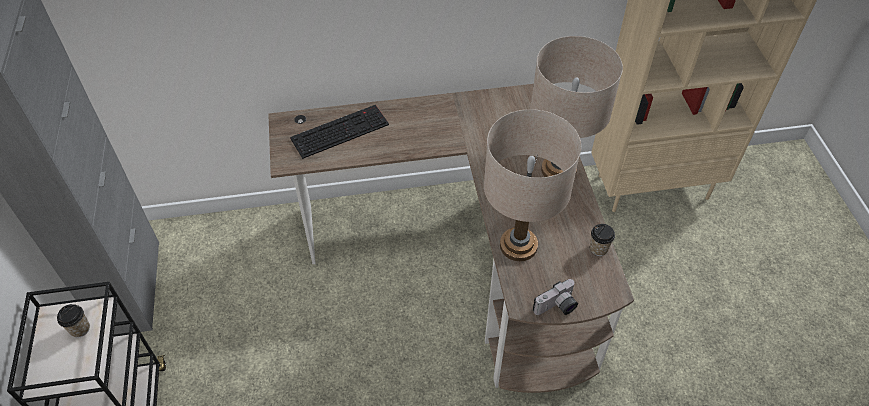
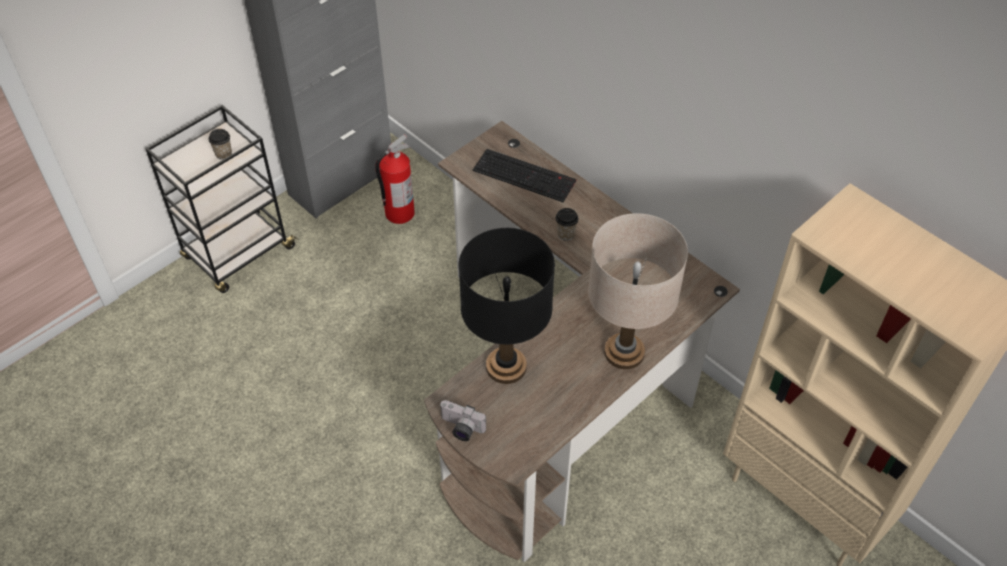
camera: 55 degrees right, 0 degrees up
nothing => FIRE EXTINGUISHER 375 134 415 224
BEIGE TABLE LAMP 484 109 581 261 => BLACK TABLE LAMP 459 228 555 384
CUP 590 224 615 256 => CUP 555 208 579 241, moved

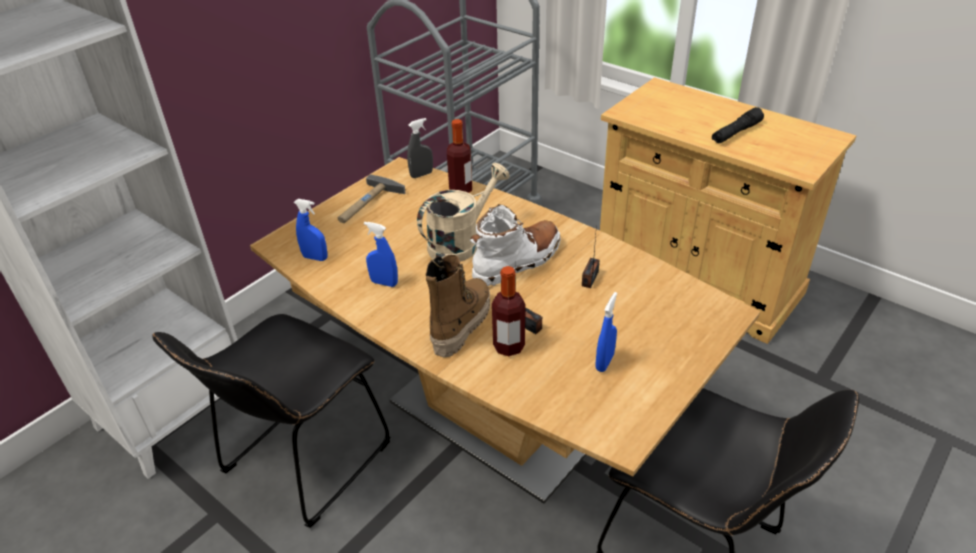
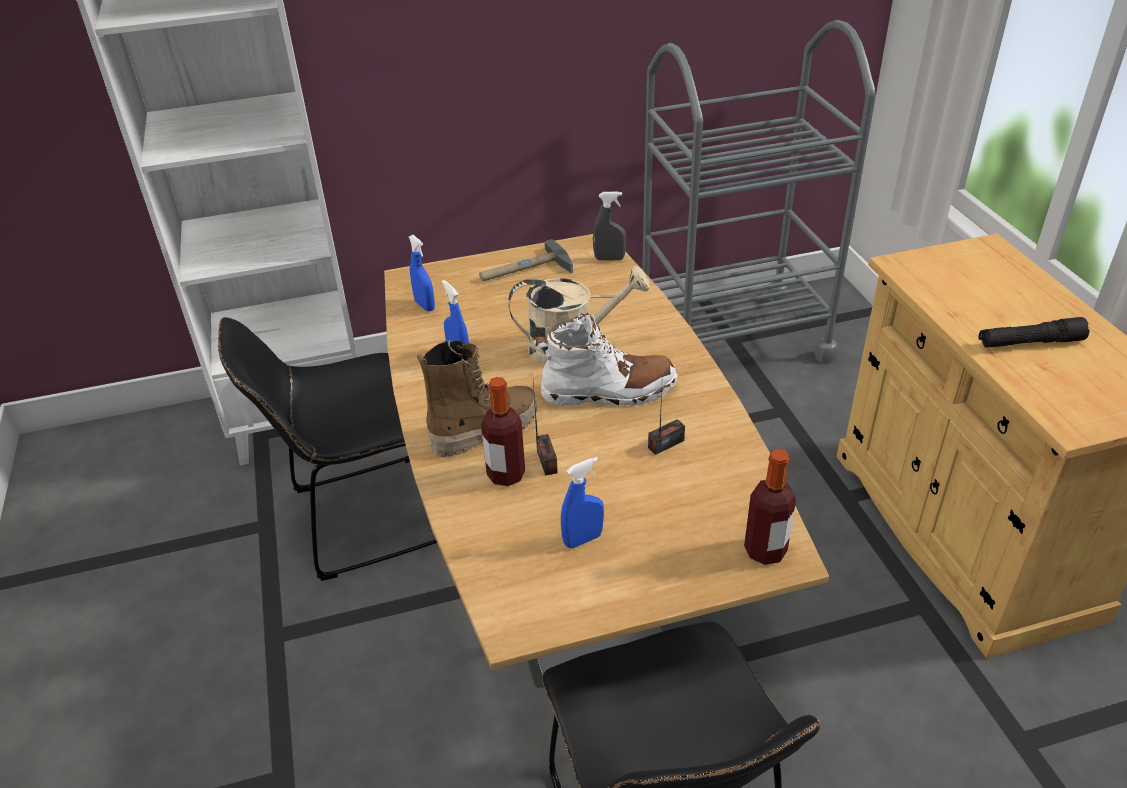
camera: 35 degrees right, 0 degrees up
BOTTLE 447 119 472 193 => BOTTLE 744 449 796 565, moved

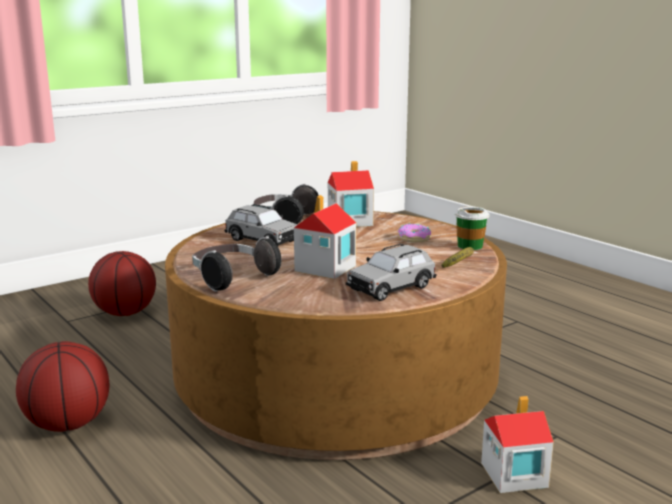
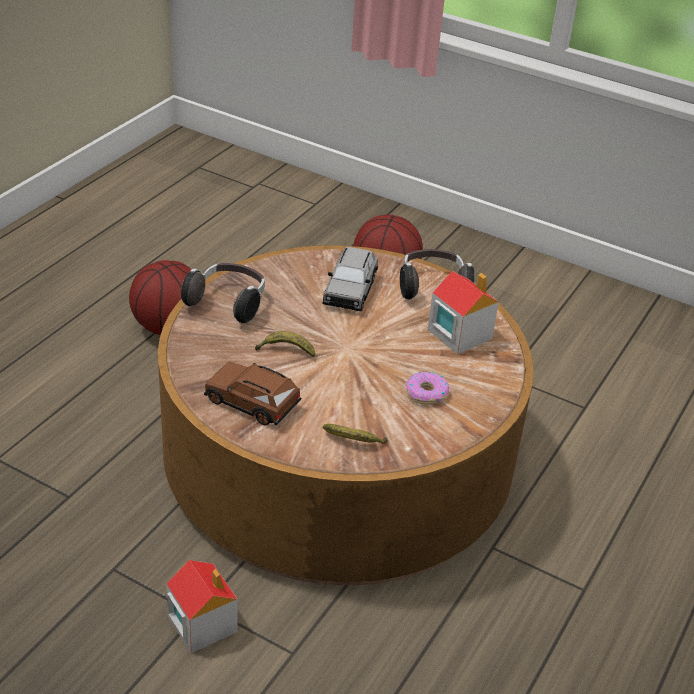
camera: 65 degrees right, 20 degrees up
GREY TOY CAR 346 244 437 301 => BROWN TOY CAR 204 361 301 426
TOY HOUSE 294 195 356 279 => BANANA 255 331 315 357
CUP 455 207 490 250 => nothing

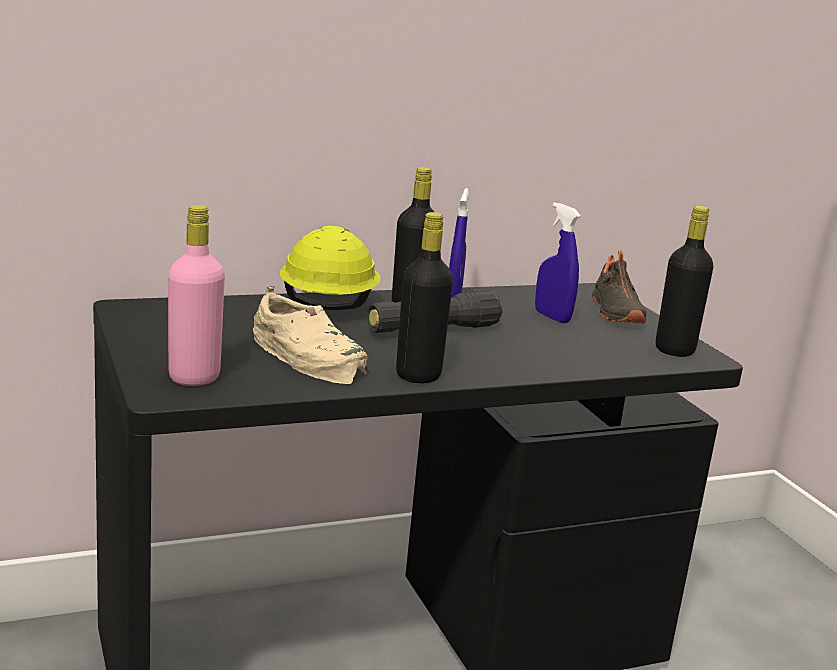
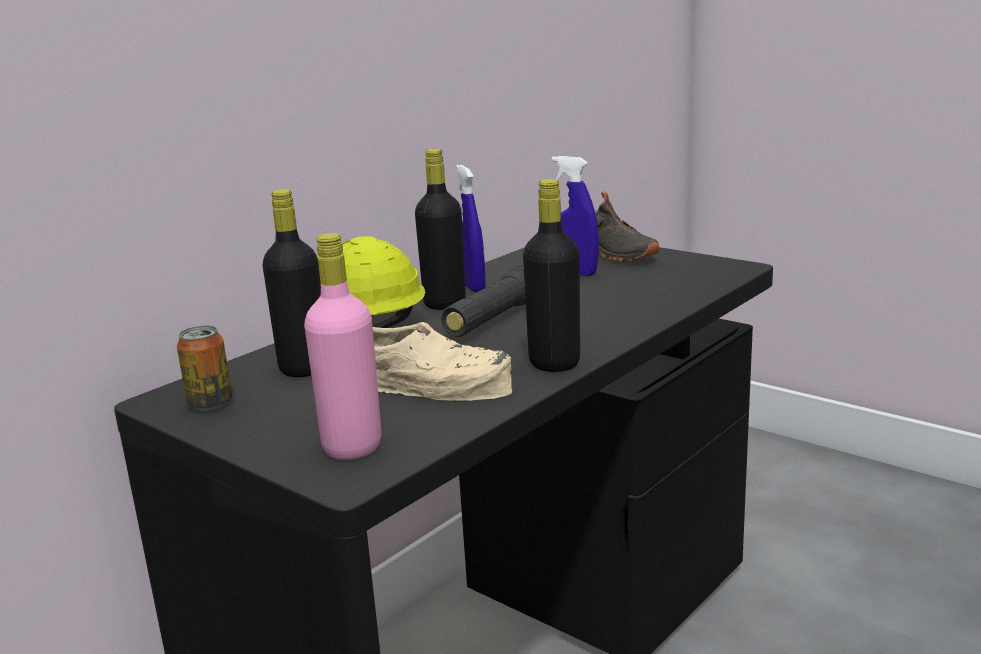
camera: 25 degrees left, 0 degrees up
nothing => CAN 177 325 232 411
BLACK BOTTLE 656 206 713 357 => BLACK BOTTLE 262 189 321 377, moved

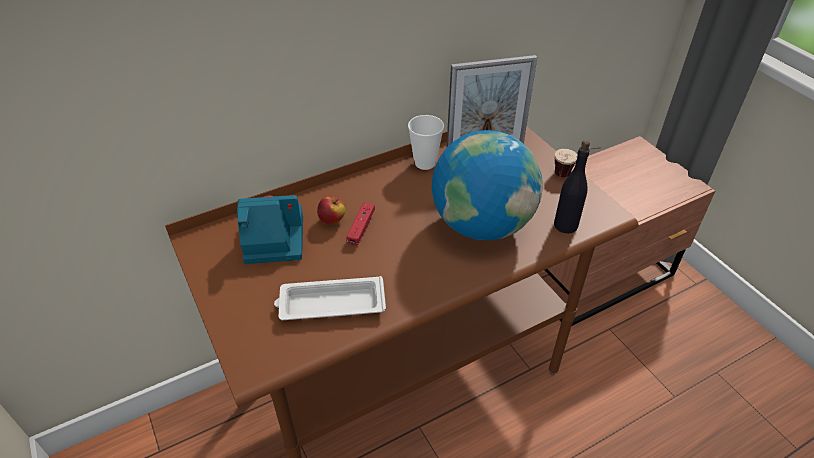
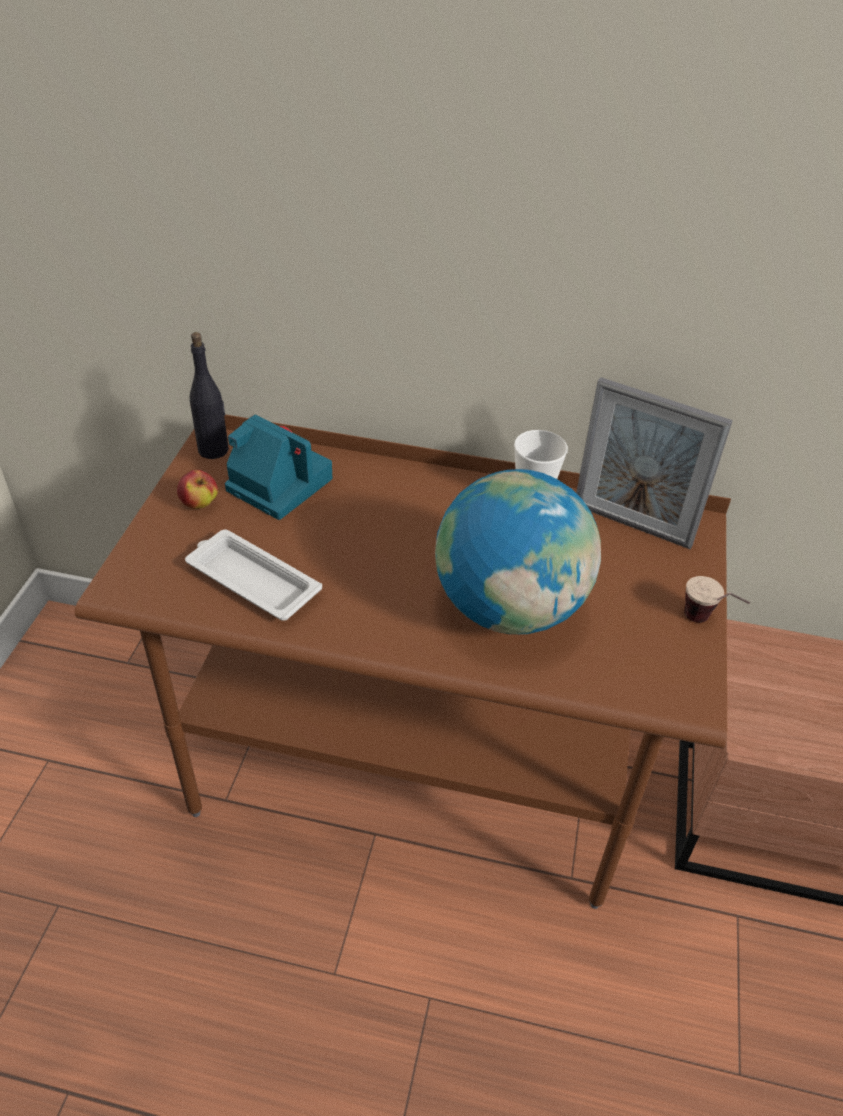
camera: 40 degrees right, 0 degrees up
APPLE 317 196 345 225 => APPLE 177 470 218 509, moved
BLACK BOTTLE 554 140 590 234 => BLACK BOTTLE 190 332 229 459, moved
RED GAME CONTROLLER 346 203 375 246 => nothing

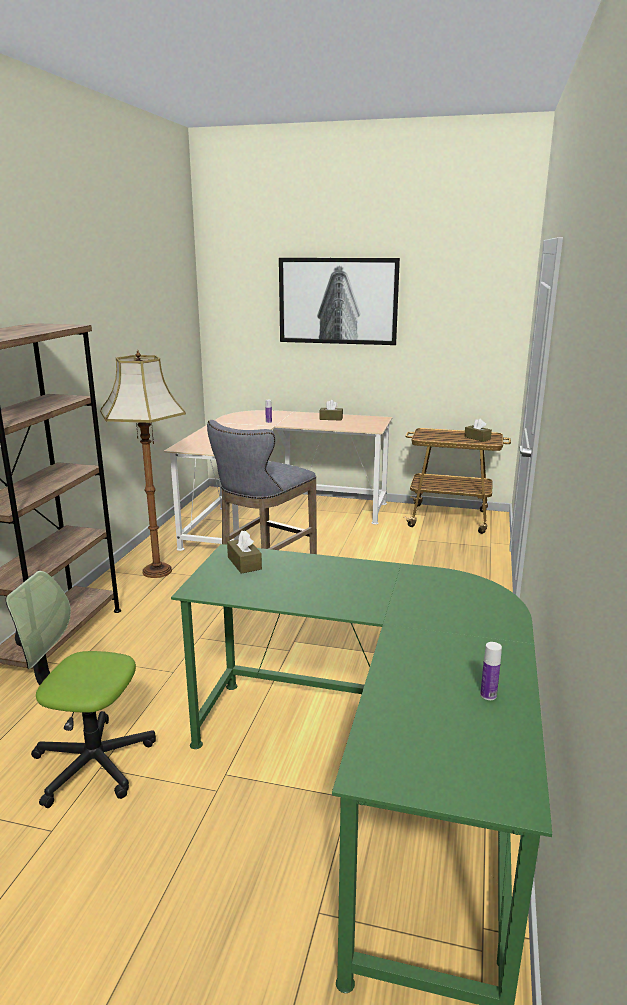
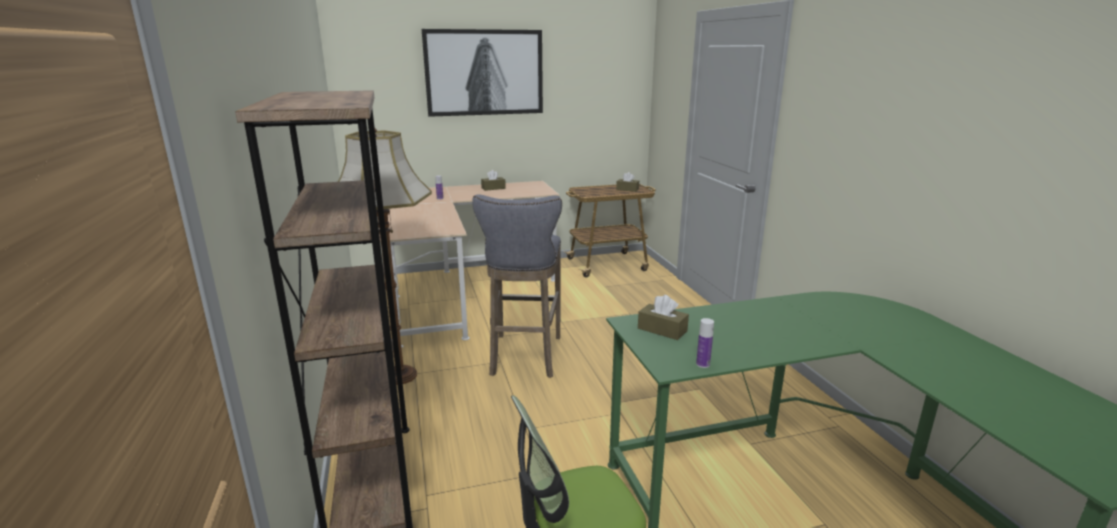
camera: 30 degrees left, 0 degrees up
BOTTLE 480 642 502 700 => BOTTLE 696 318 714 368, moved

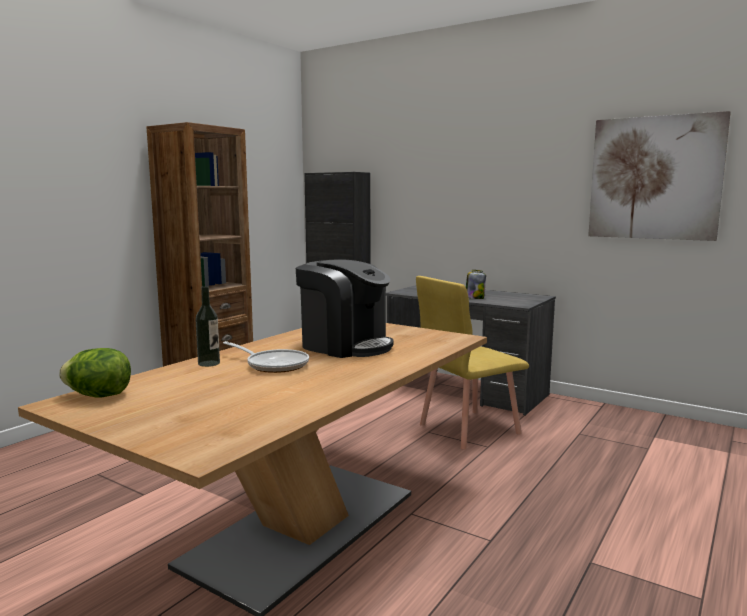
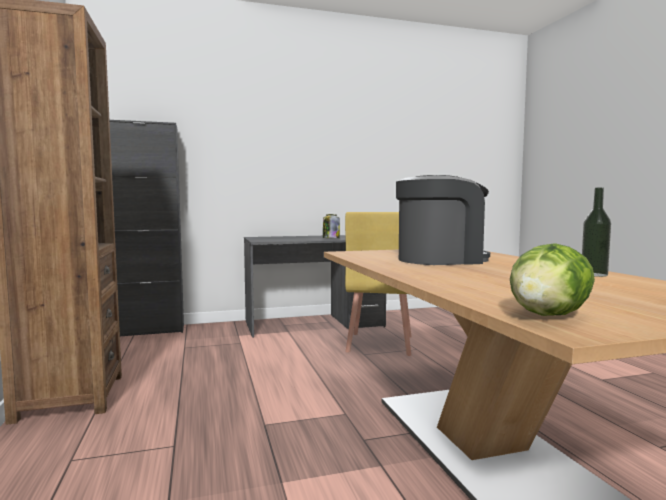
camera: 50 degrees left, 5 degrees down
BOTTLE 195 286 220 367 => BOTTLE 582 187 611 277, moved
FRYING PAN 223 341 309 373 => nothing
PICTURE 588 111 731 241 => nothing

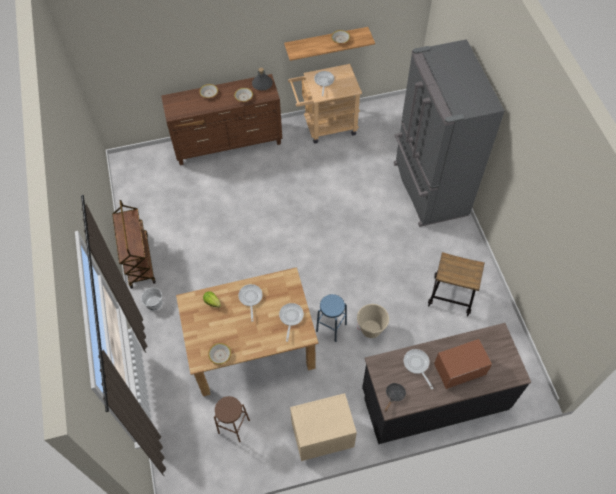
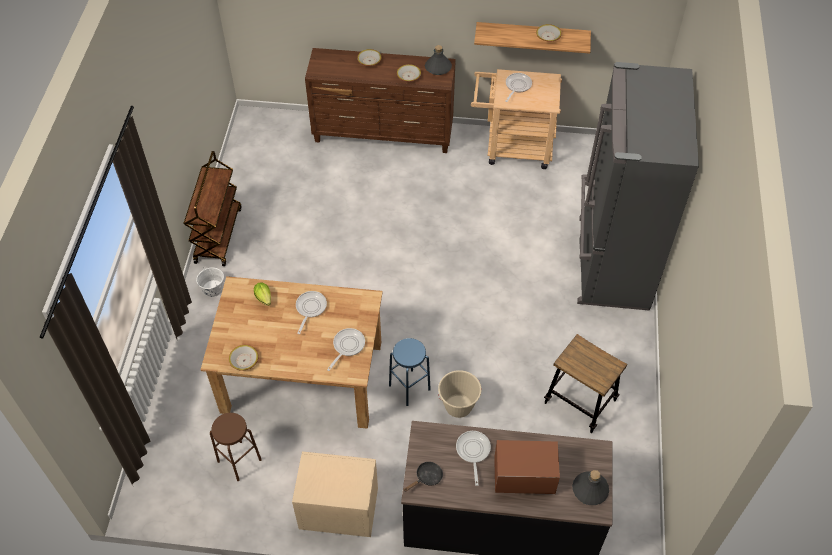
camera: 20 degrees right, 5 degrees down
nothing => GREY BOTTLE 572 470 609 505

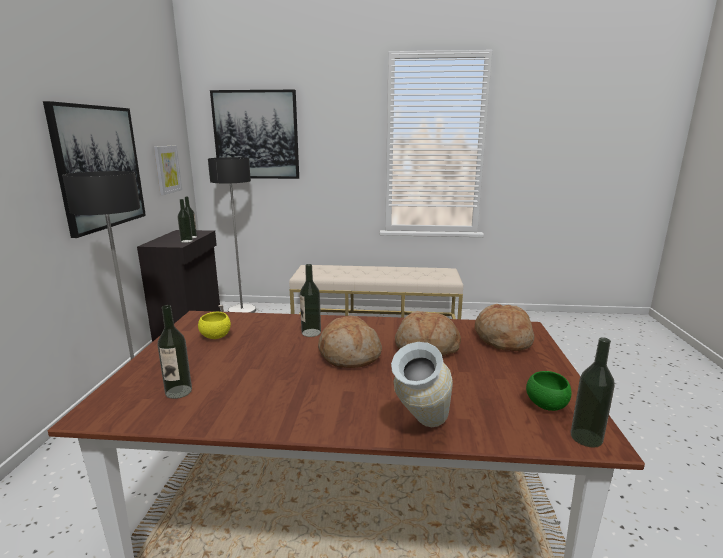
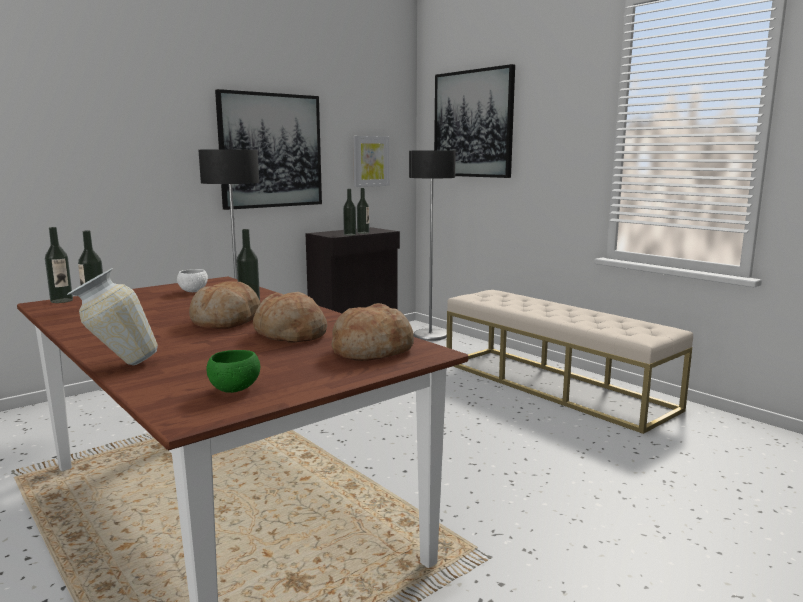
camera: 45 degrees right, 5 degrees down
BOTTLE 571 337 615 448 => BOTTLE 45 227 73 303, moved
YELLOW BOWL 198 312 231 339 => WHITE BOWL 177 269 208 292

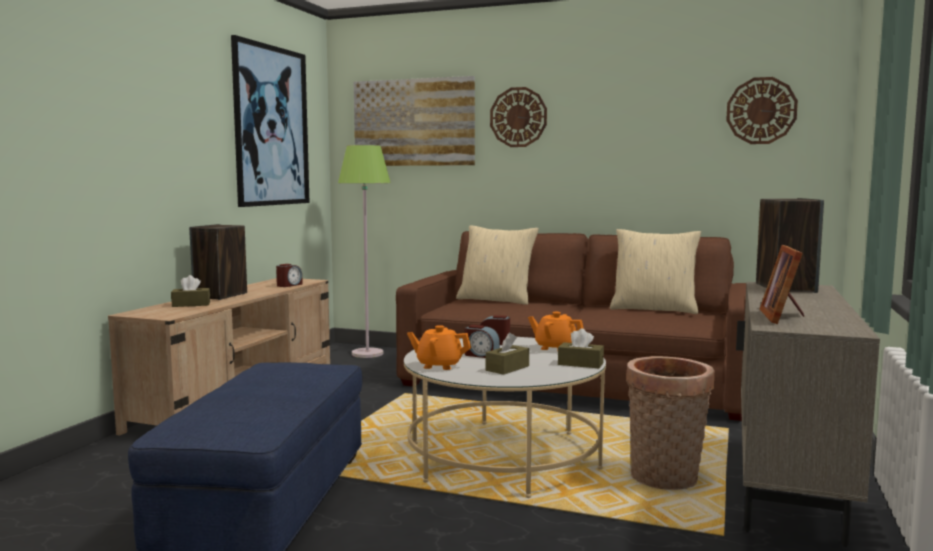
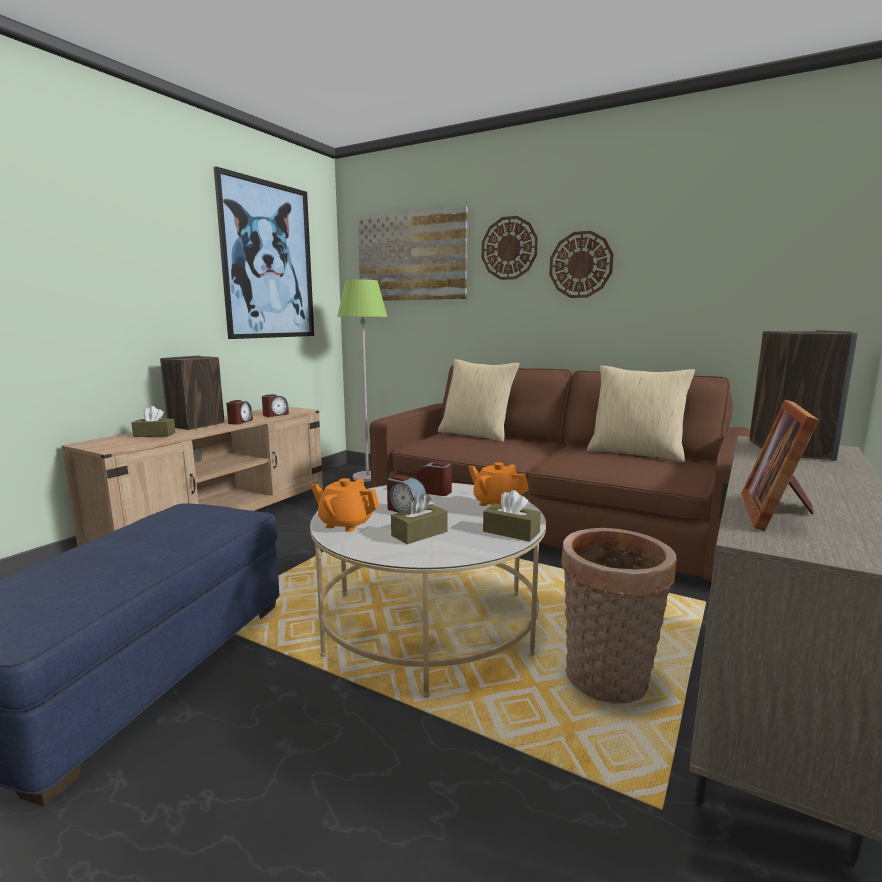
camera: 10 degrees right, 5 degrees up
nothing => ALARM CLOCK 226 400 253 425
WALL CLOCK 726 77 798 144 => WALL CLOCK 549 231 614 298, moved

